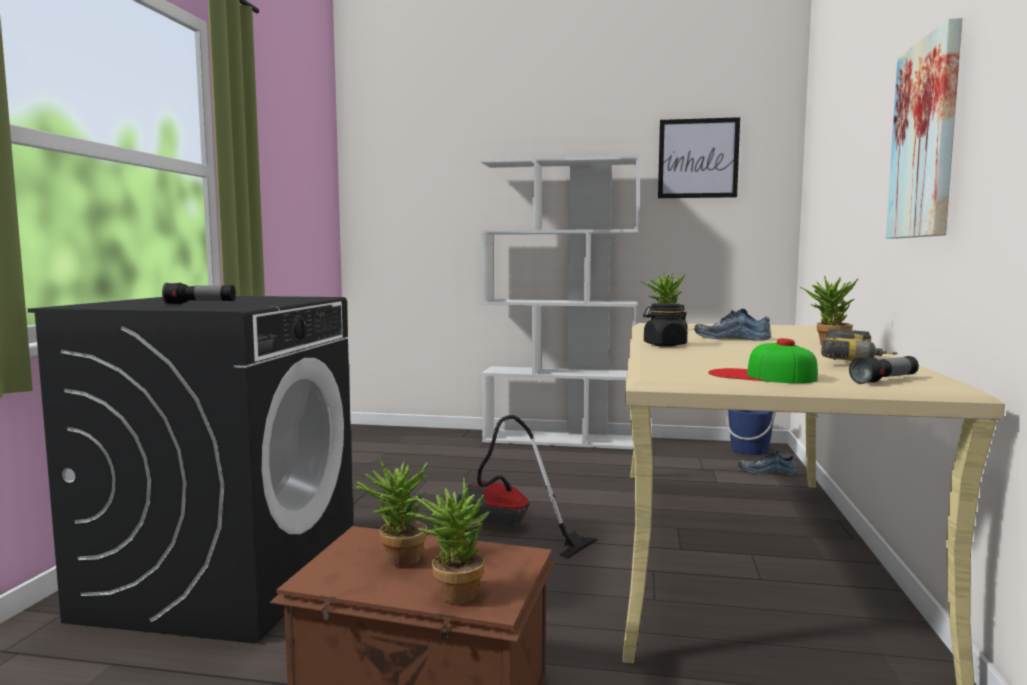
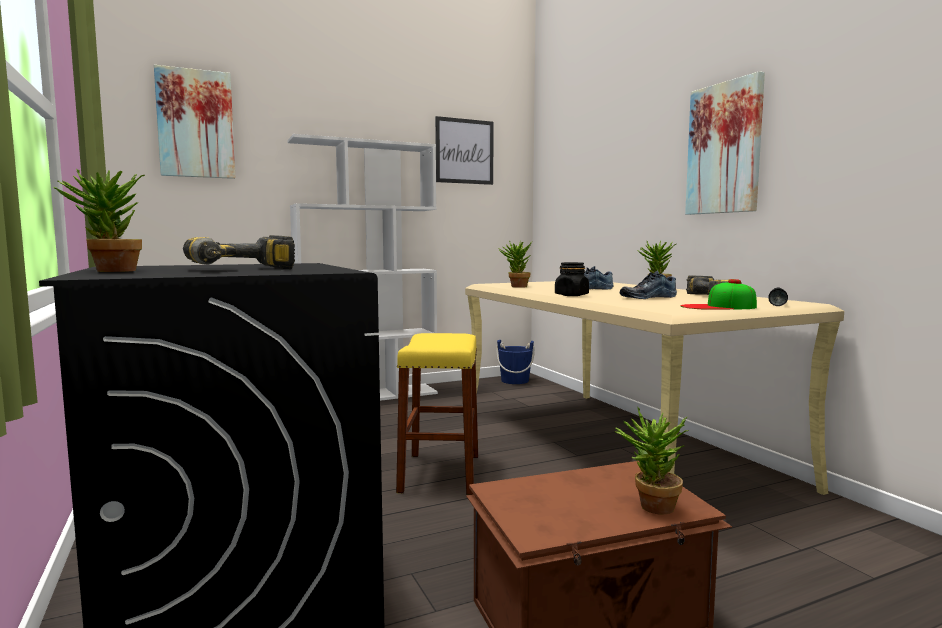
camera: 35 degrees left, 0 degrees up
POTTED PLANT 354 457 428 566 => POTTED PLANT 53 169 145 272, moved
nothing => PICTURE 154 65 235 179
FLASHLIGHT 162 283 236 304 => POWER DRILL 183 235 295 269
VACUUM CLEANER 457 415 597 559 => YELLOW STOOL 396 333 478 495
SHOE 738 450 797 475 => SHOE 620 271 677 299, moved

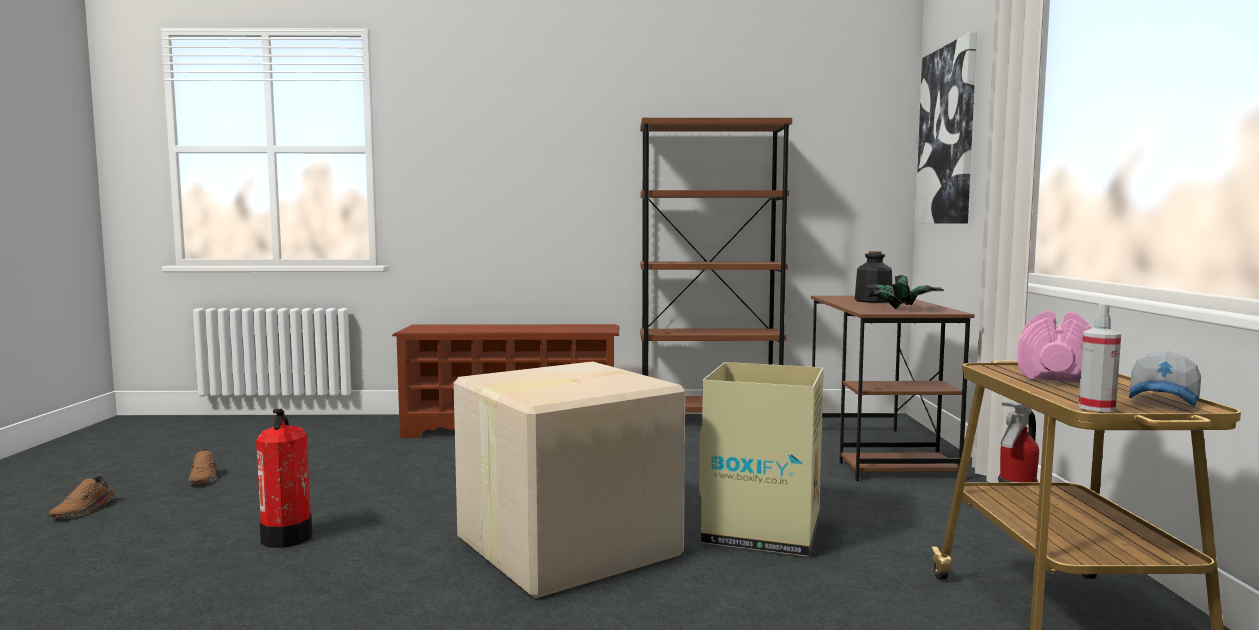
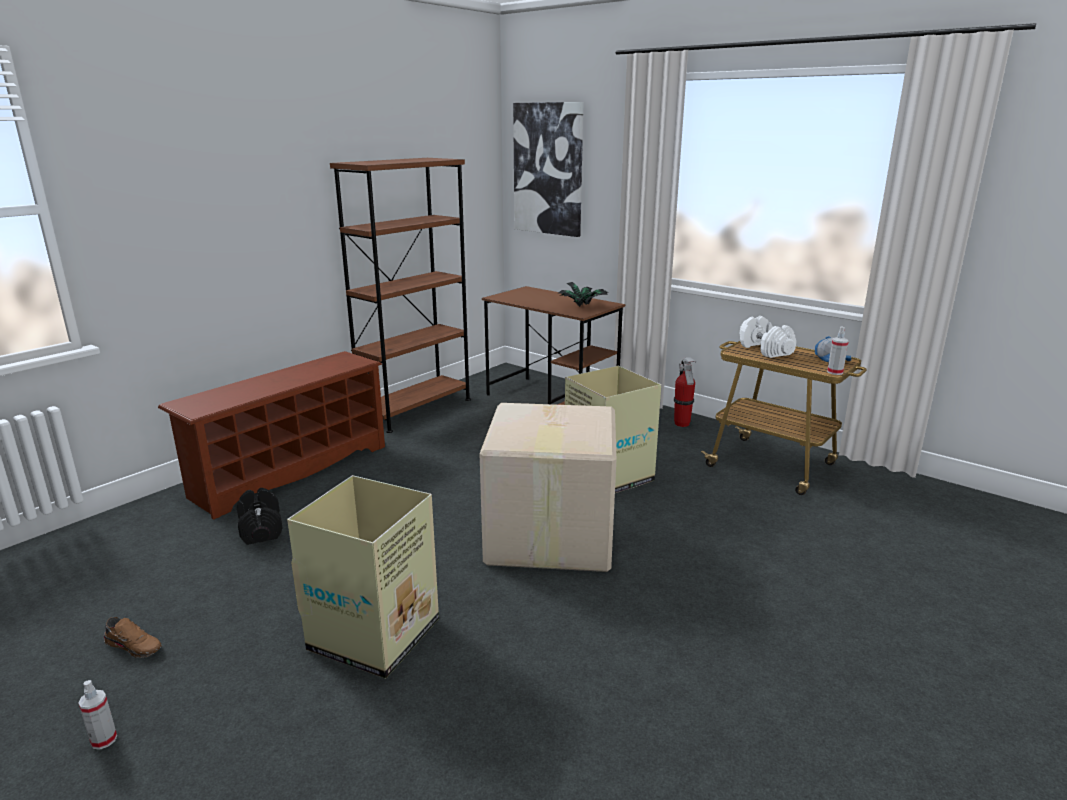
camera: 50 degrees left, 15 degrees up
BROWN SHOE 49 476 115 518 => SPRAY BOTTLE 78 680 117 750
nothing => BLACK DUMBBELL 237 488 283 545
FIRE EXTINGUISHER 256 409 312 548 => CARDBOARD BOX 287 475 439 679
PINK DUMBBELL 1017 311 1092 383 => WHITE DUMBBELL 740 316 796 358
BOTTLE 855 251 892 303 => nothing

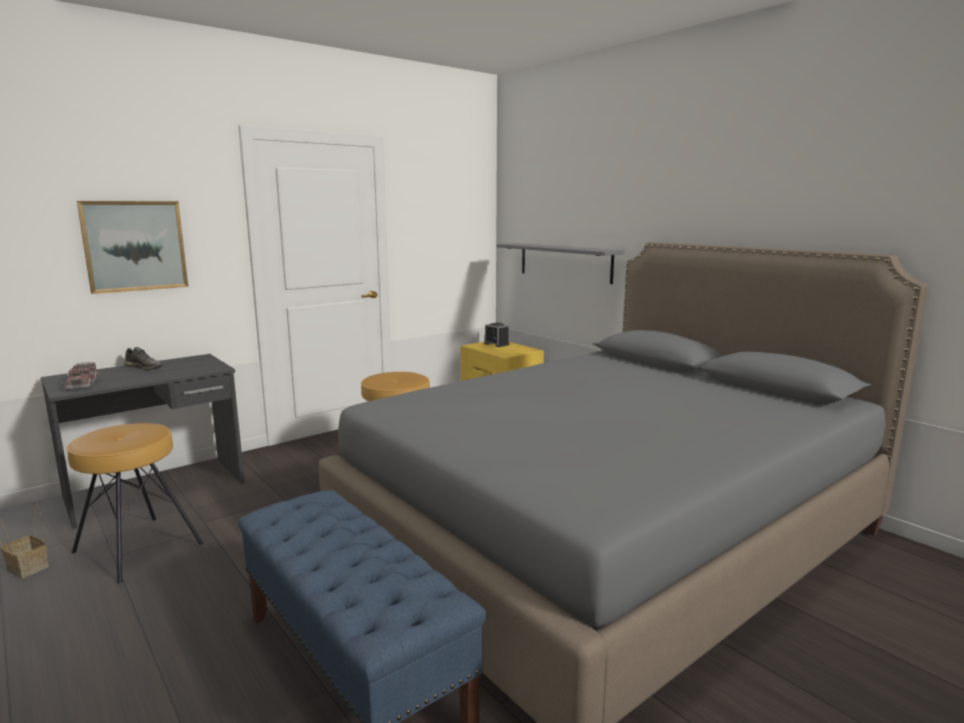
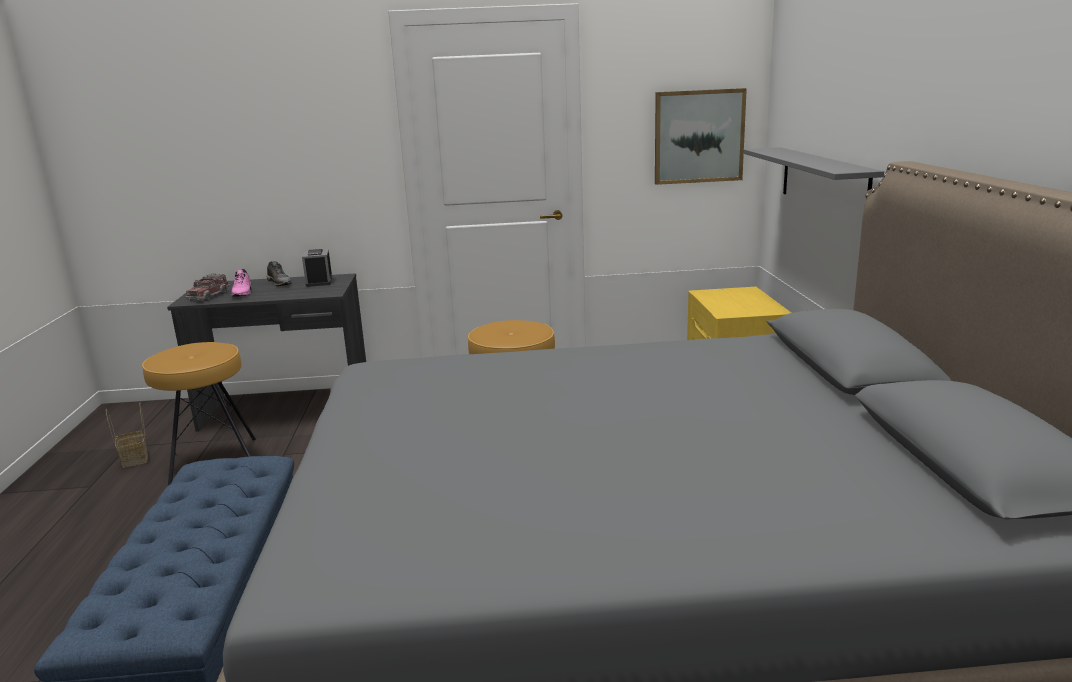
camera: 35 degrees right, 5 degrees up
nothing => PINK SHOE 231 269 252 297
ALARM CLOCK 484 322 510 347 => ALARM CLOCK 302 249 332 287, moved
PICTURE 77 201 188 294 => PICTURE 655 88 747 185, moved

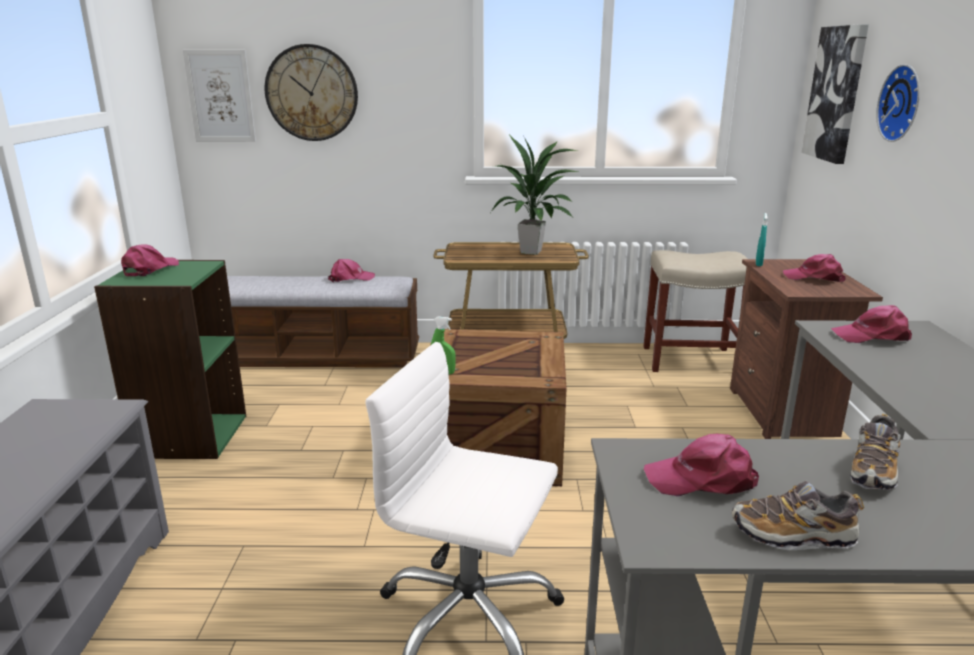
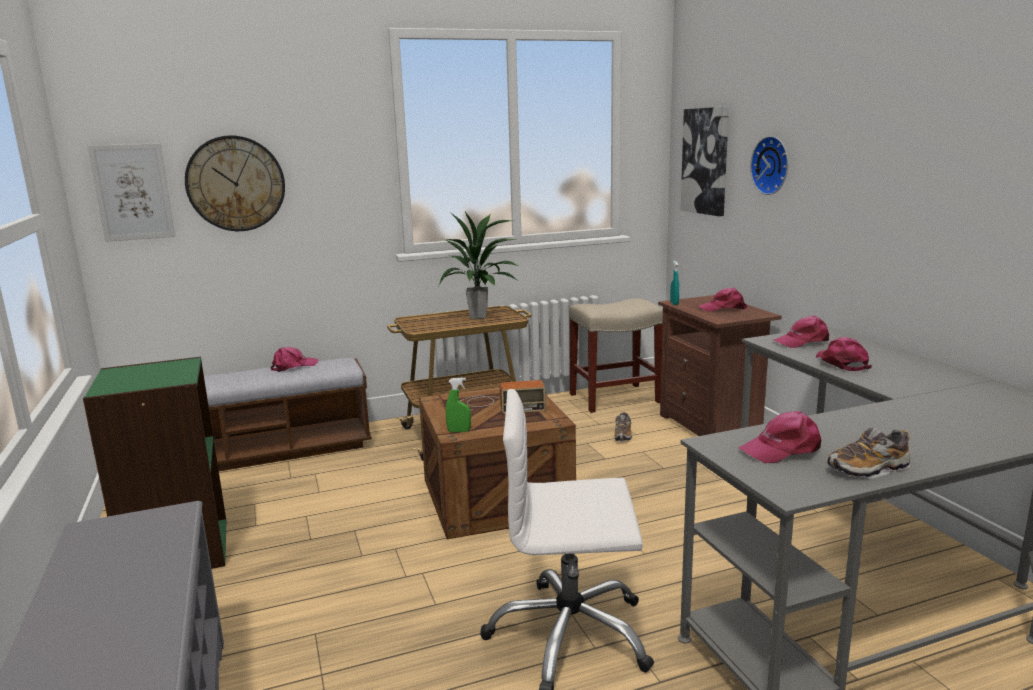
camera: 20 degrees left, 5 degrees down
nothing => RADIO 461 380 546 414
SHOE 851 414 901 490 => SHOE 615 412 632 442, moved
PINK CAP 121 245 179 276 => PINK CAP 816 337 872 371, moved

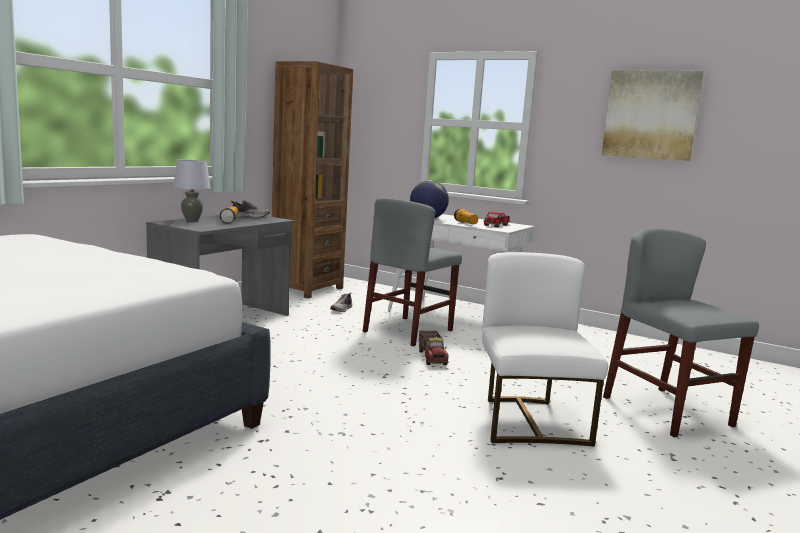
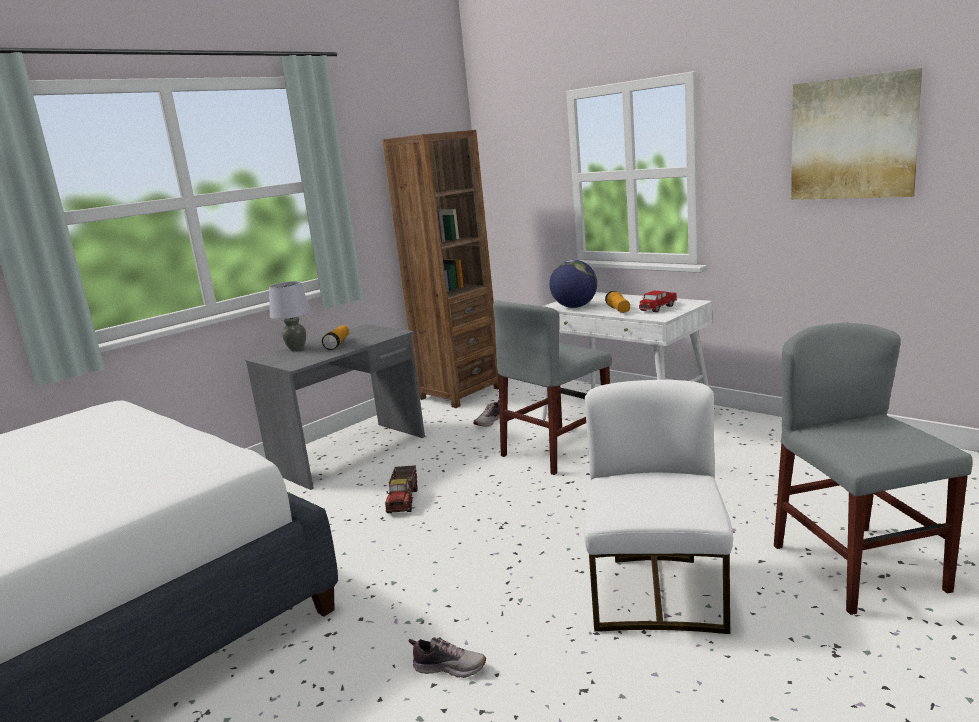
camera: 15 degrees right, 5 degrees up
TOY TRUCK 419 331 449 365 => TOY TRUCK 385 465 418 513, moved
SHOE 231 200 270 218 => SHOE 408 637 486 678, moved

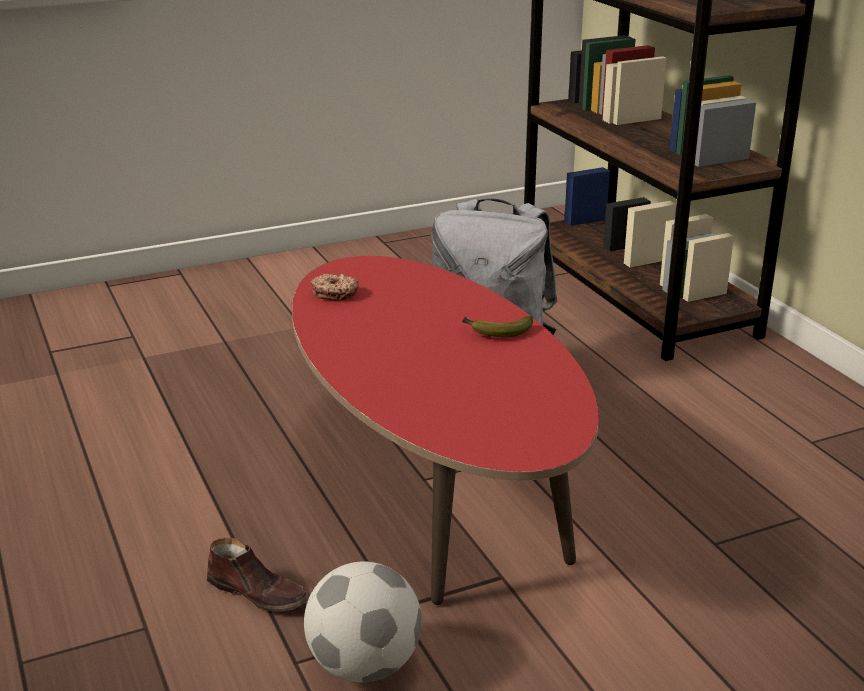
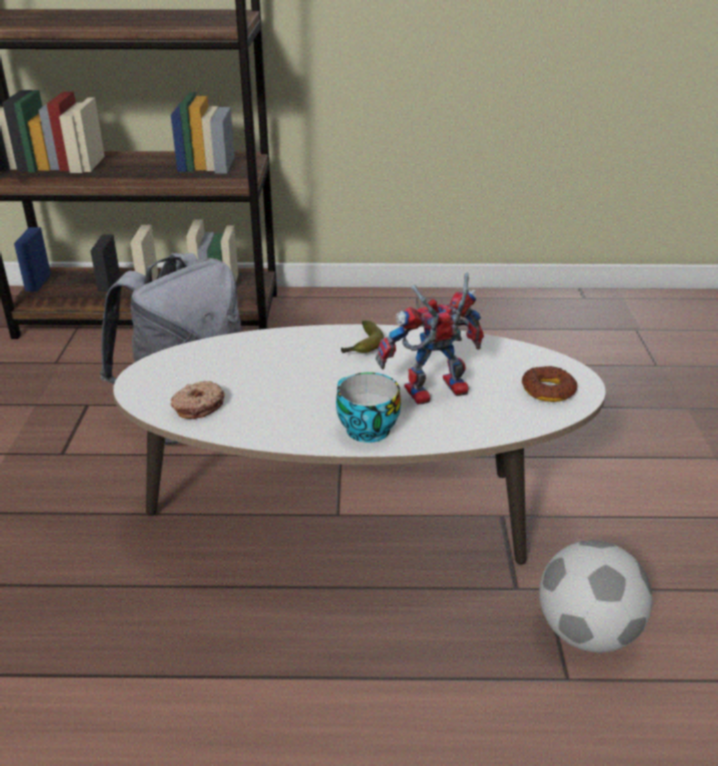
camera: 65 degrees left, 5 degrees up
RED COFFEE TABLE 292 256 599 605 => WHITE COFFEE TABLE 113 324 606 565
nothing => CUP 336 372 401 443
nothing => TOY ROBOT 376 273 484 404
nothing => DONUT 522 366 577 402
BROWN SHOE 207 538 309 611 => nothing

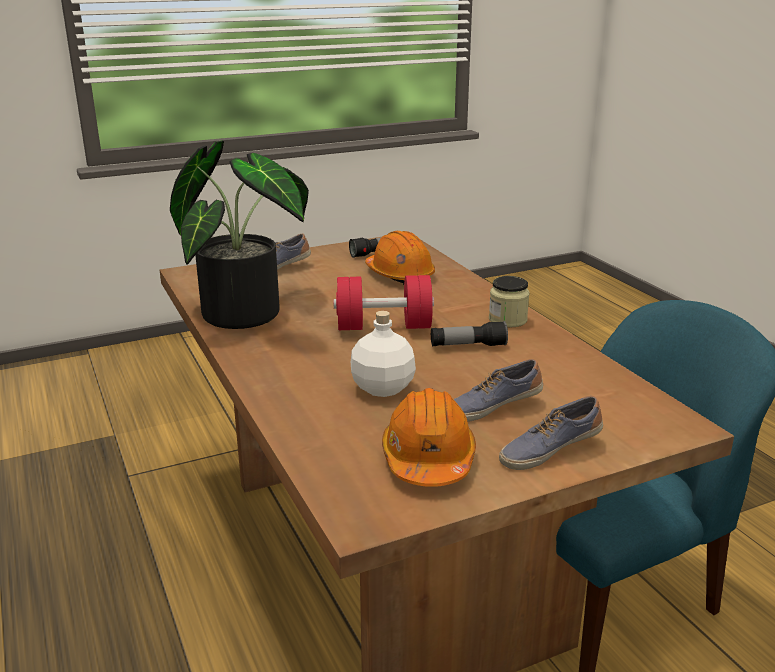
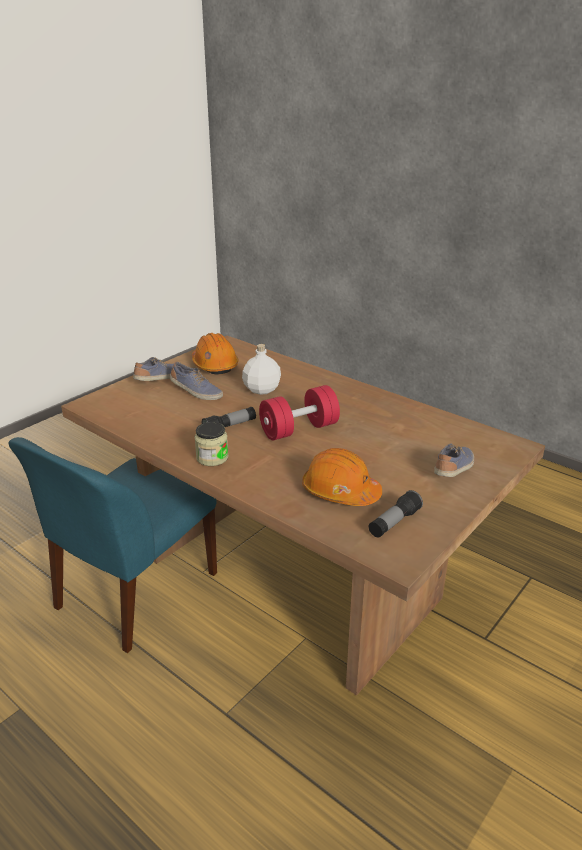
camera: 155 degrees right, 5 degrees up
SHOE 454 359 543 422 => SHOE 170 362 223 400, 75 degrees clockwise
POTTED PLANT 170 140 309 329 => nothing

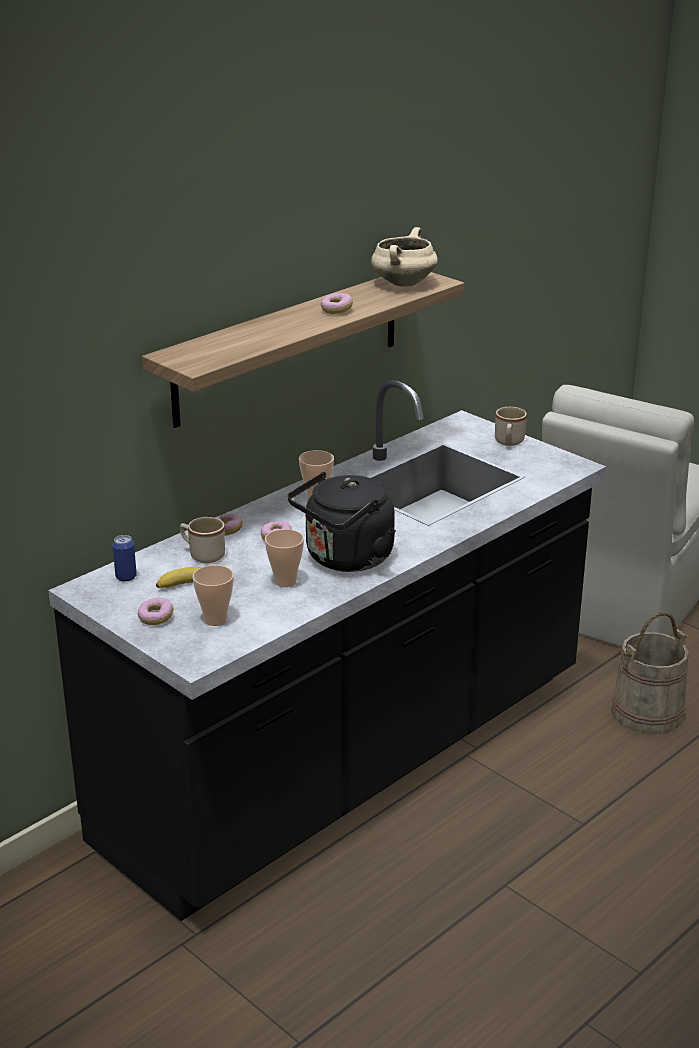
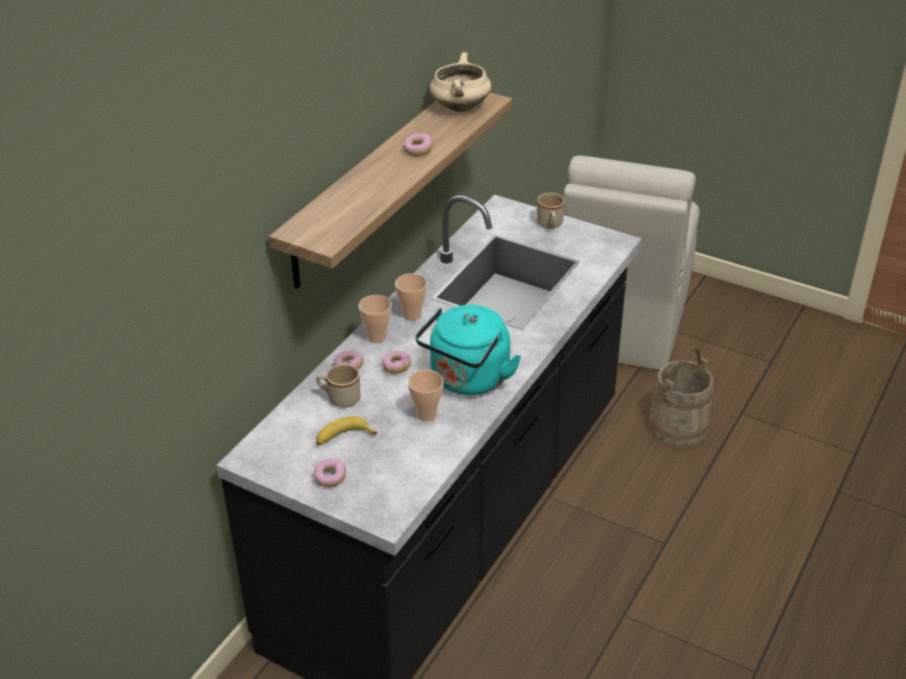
camera: 15 degrees left, 10 degrees up
CUP 193 565 234 626 => CUP 359 295 391 343, moved
BLACK KETTLE 288 472 396 572 => TURQUOISE KETTLE 415 305 521 395
CAN 113 535 137 582 => nothing

